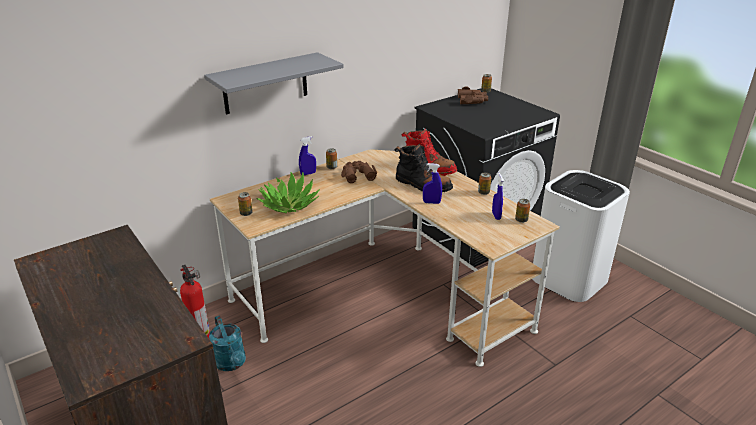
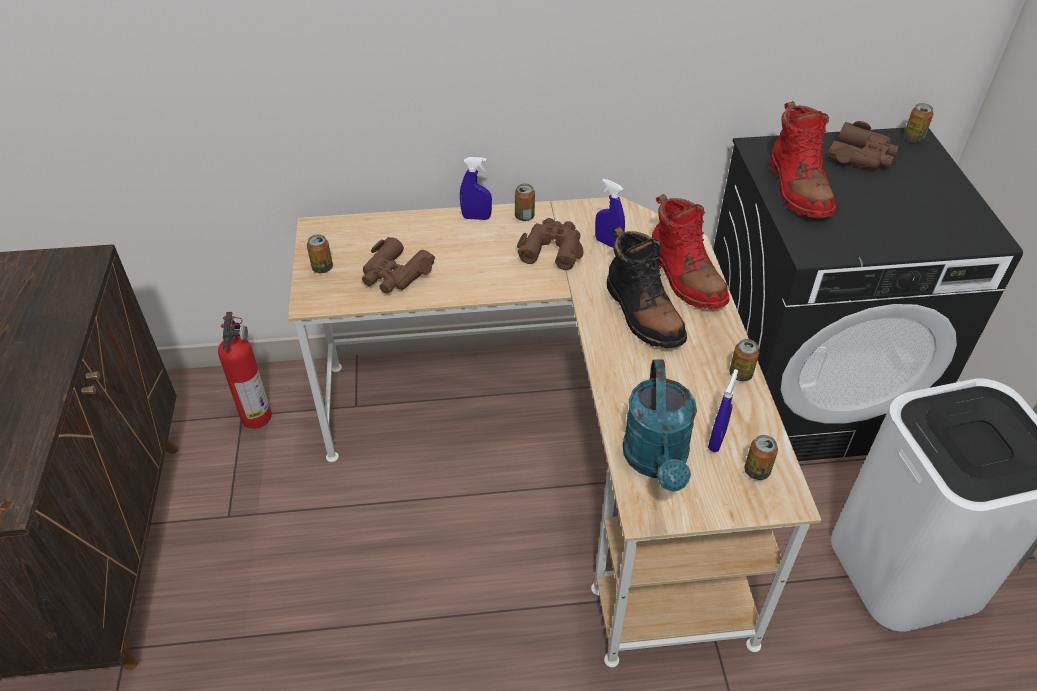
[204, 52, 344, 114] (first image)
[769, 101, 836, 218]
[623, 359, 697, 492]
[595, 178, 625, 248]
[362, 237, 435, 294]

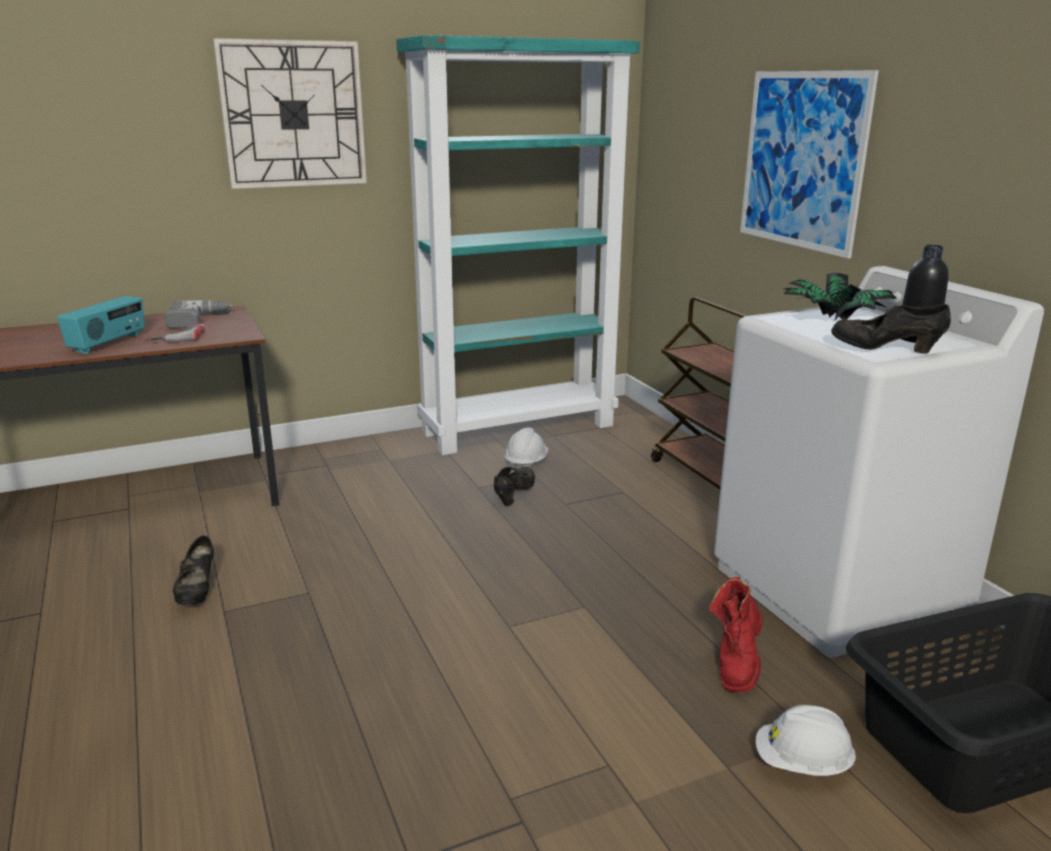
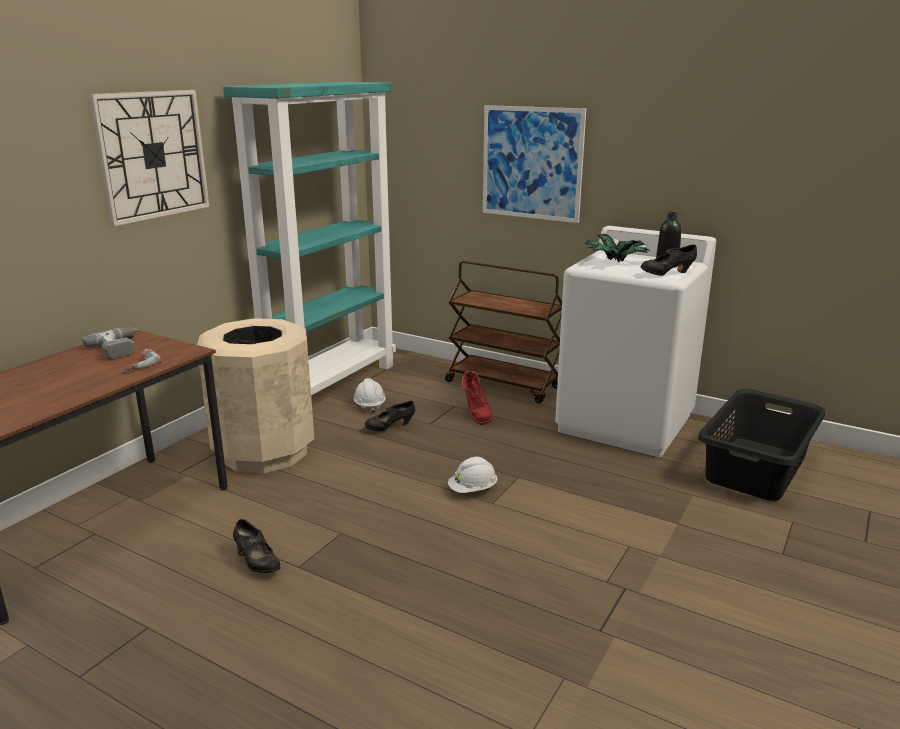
[57, 296, 145, 354] (first image)
[197, 318, 314, 473]
[461, 370, 494, 425]
[448, 457, 498, 493]
[365, 401, 415, 431]

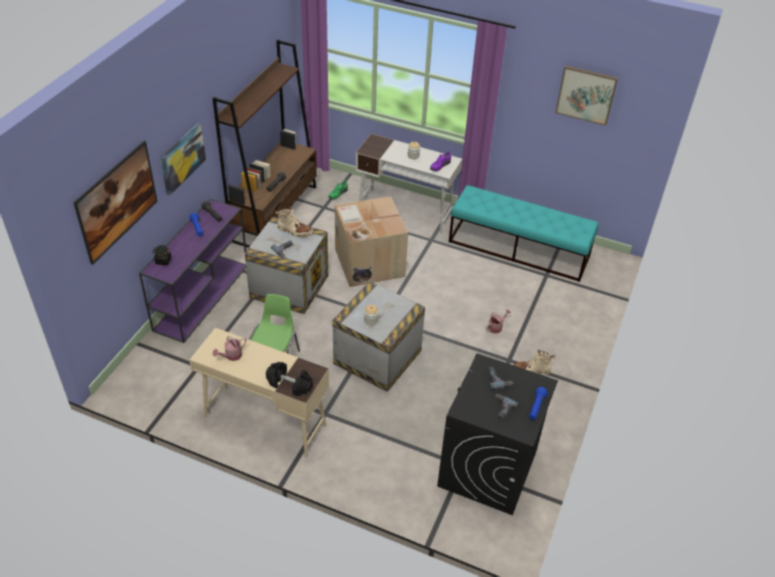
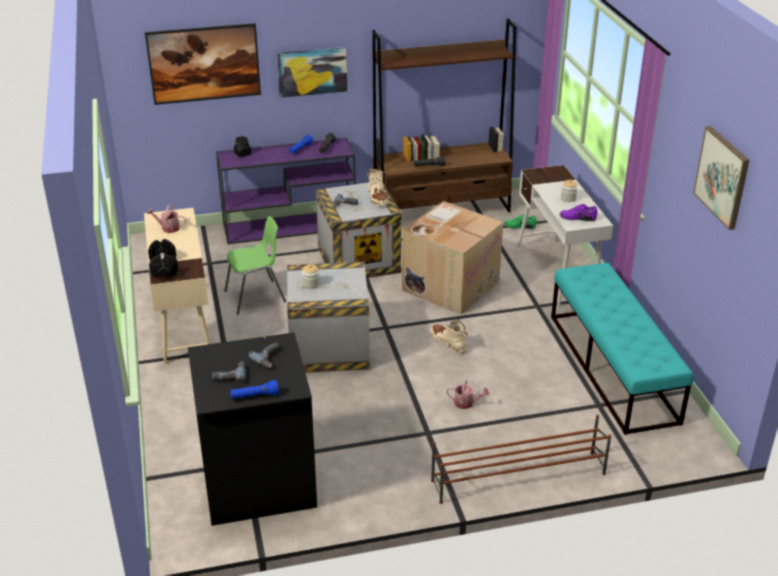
[431, 415, 611, 504]
[431, 319, 468, 354]

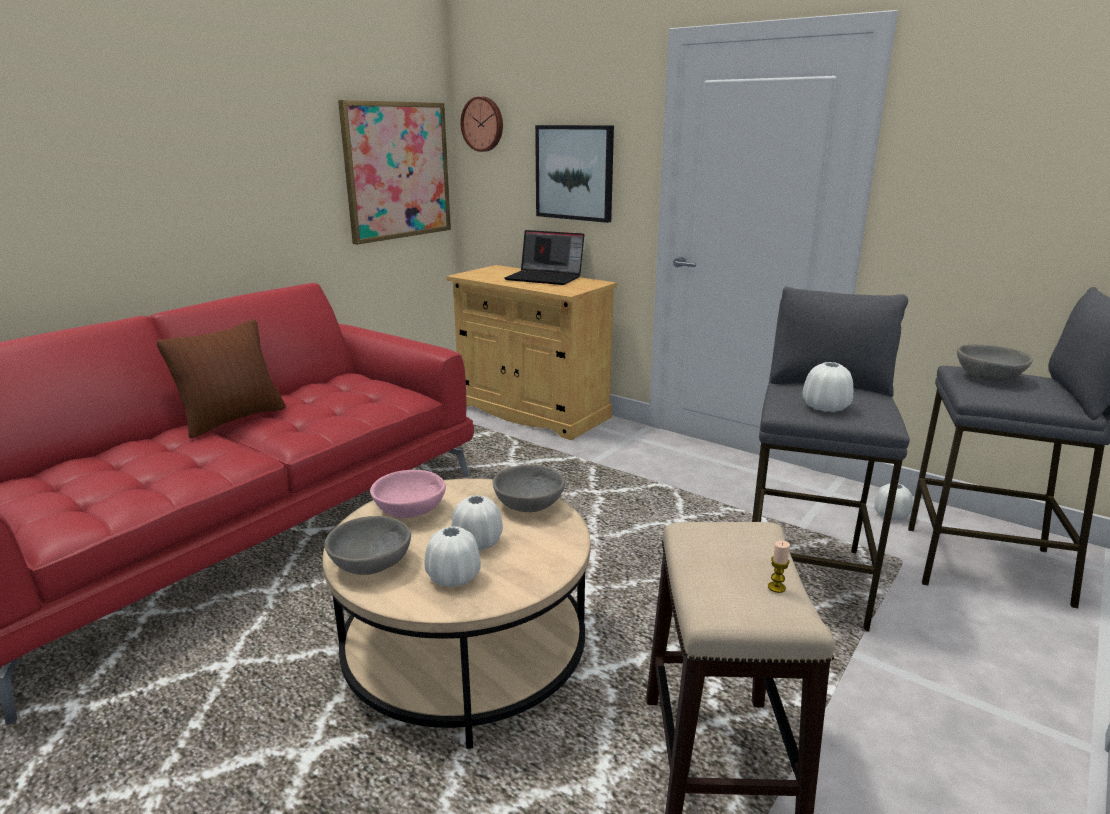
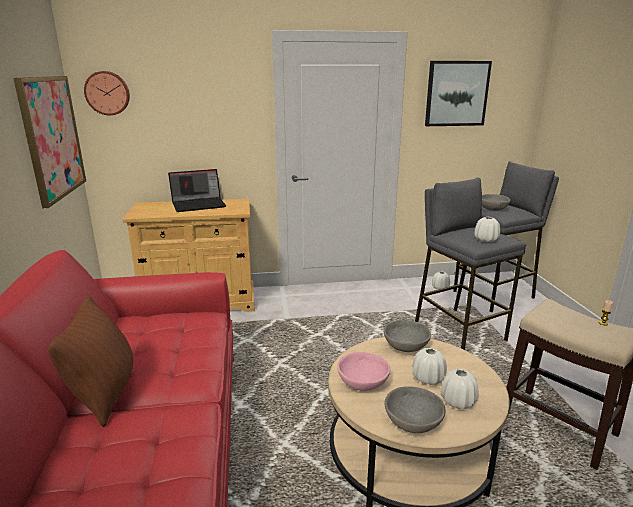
[425, 61, 492, 126]

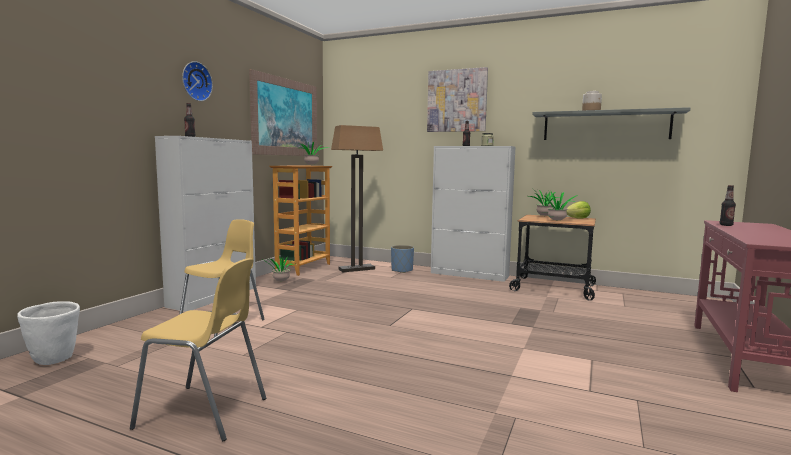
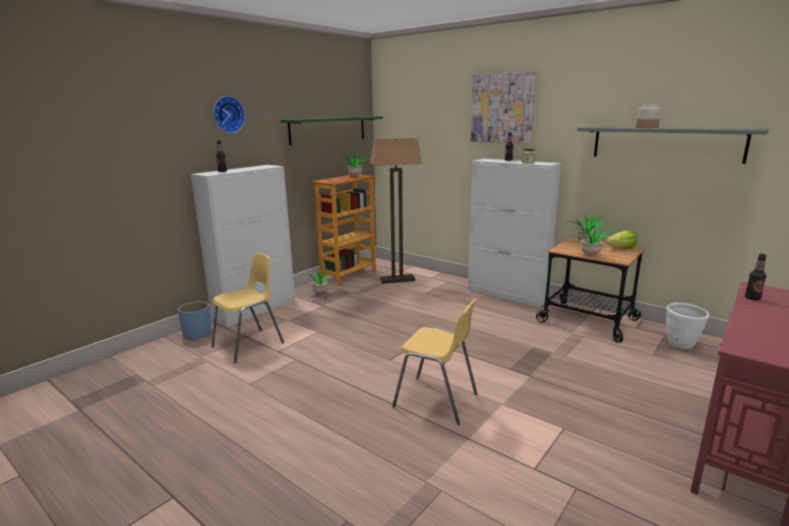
[666, 303, 709, 349]
[392, 298, 477, 425]
[178, 301, 212, 341]
[280, 116, 383, 146]

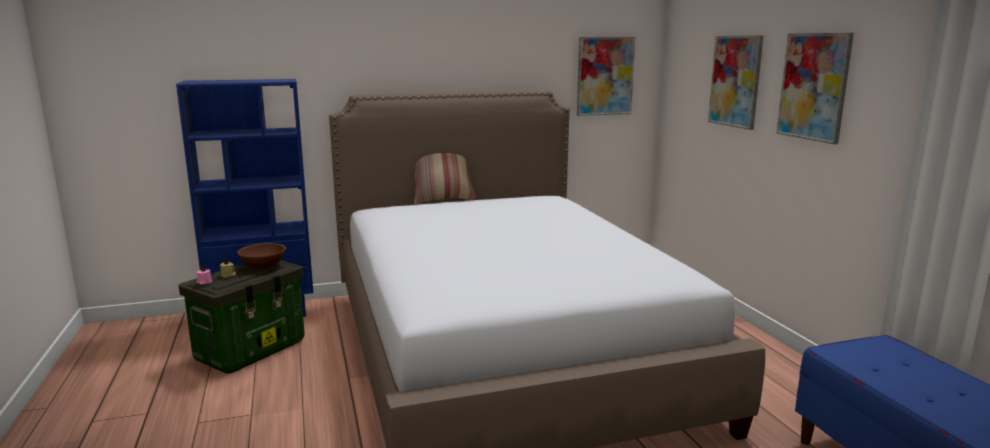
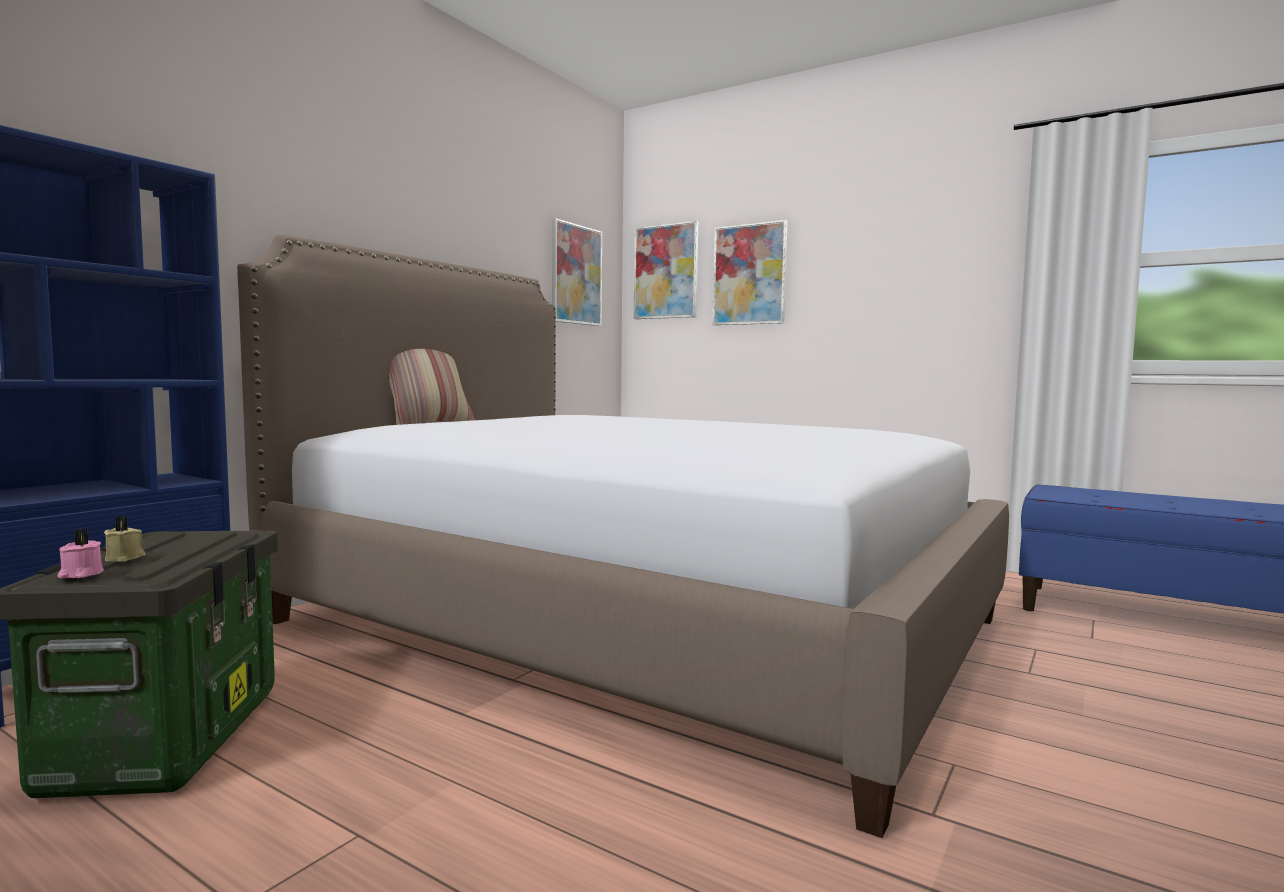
[237, 243, 286, 269] (first image)
[634, 221, 698, 319]

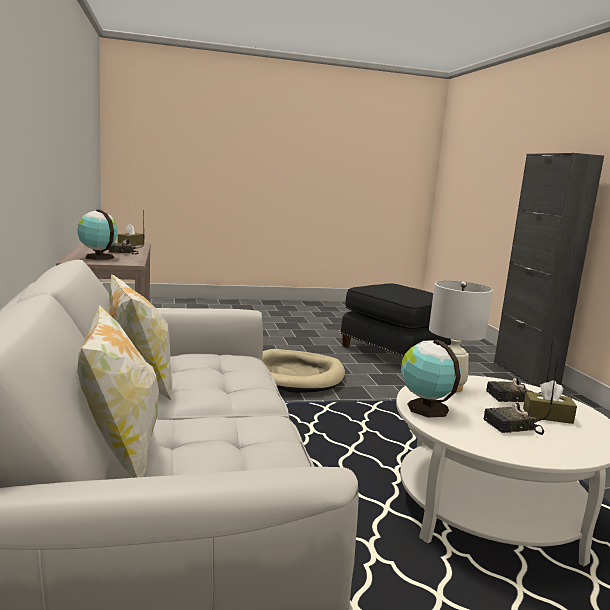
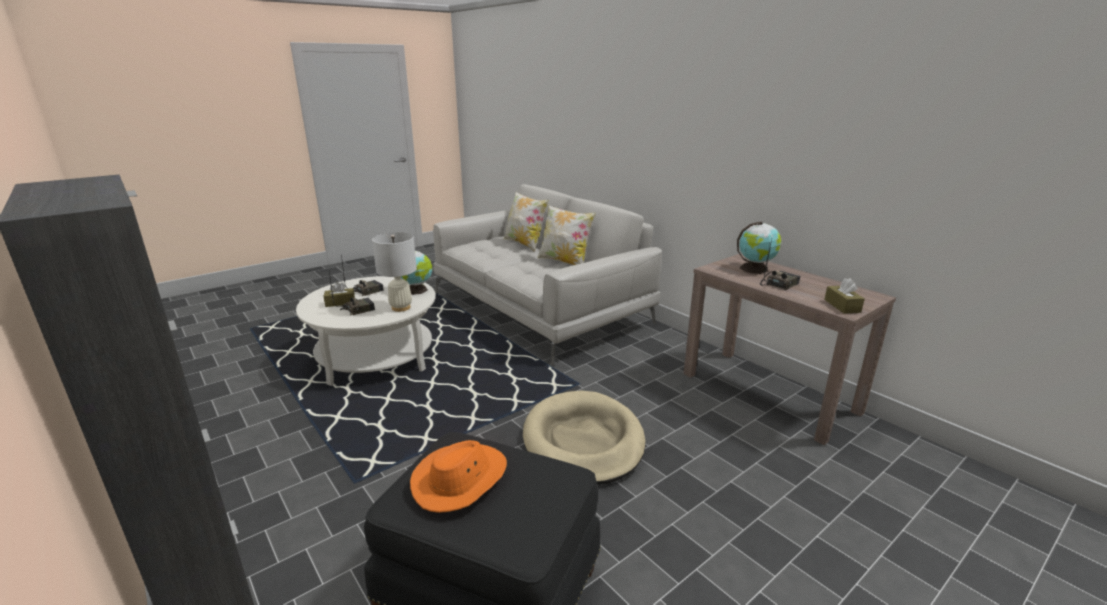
[410, 440, 507, 513]

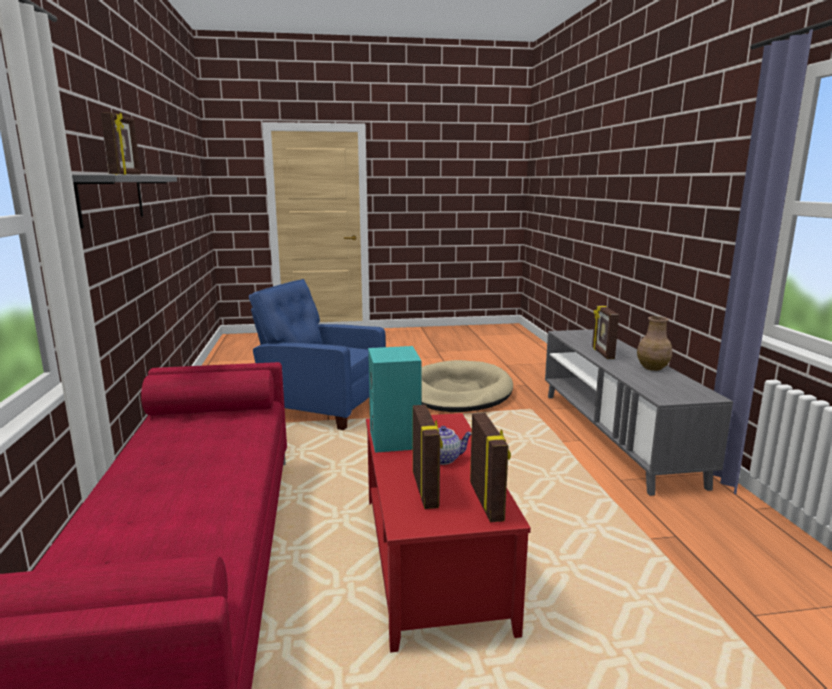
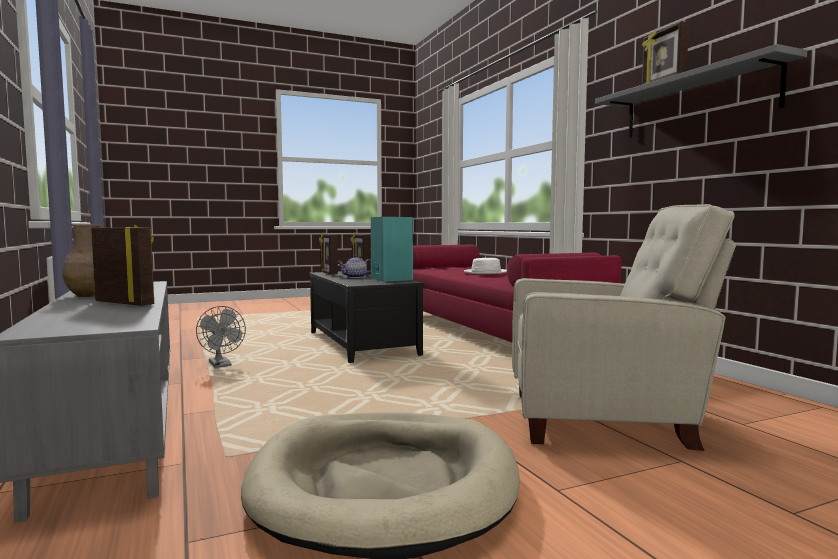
[196, 306, 246, 368]
[464, 258, 507, 274]
[512, 204, 736, 451]
[309, 271, 424, 363]
[91, 224, 154, 306]

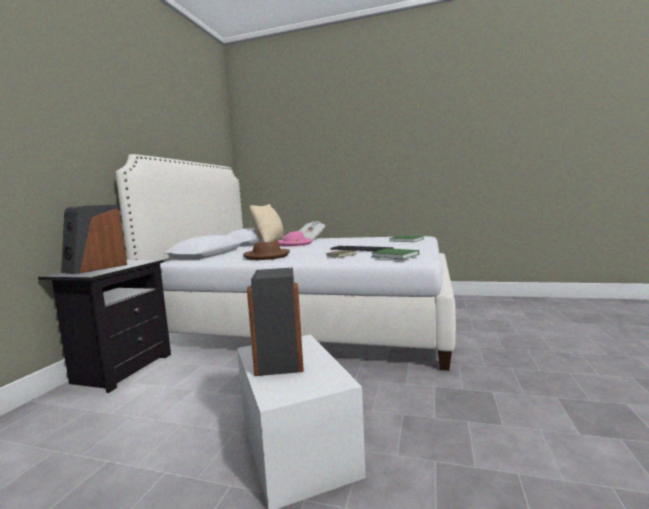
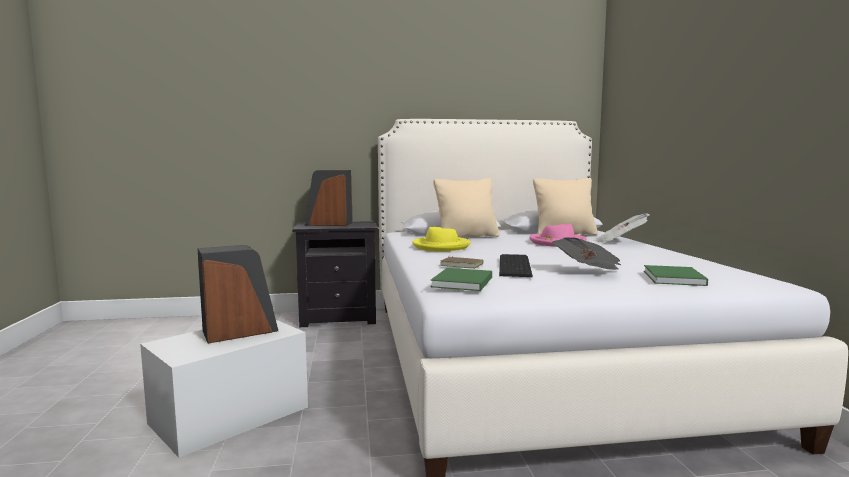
[433, 178, 500, 238]
[552, 237, 621, 270]
[412, 227, 471, 251]

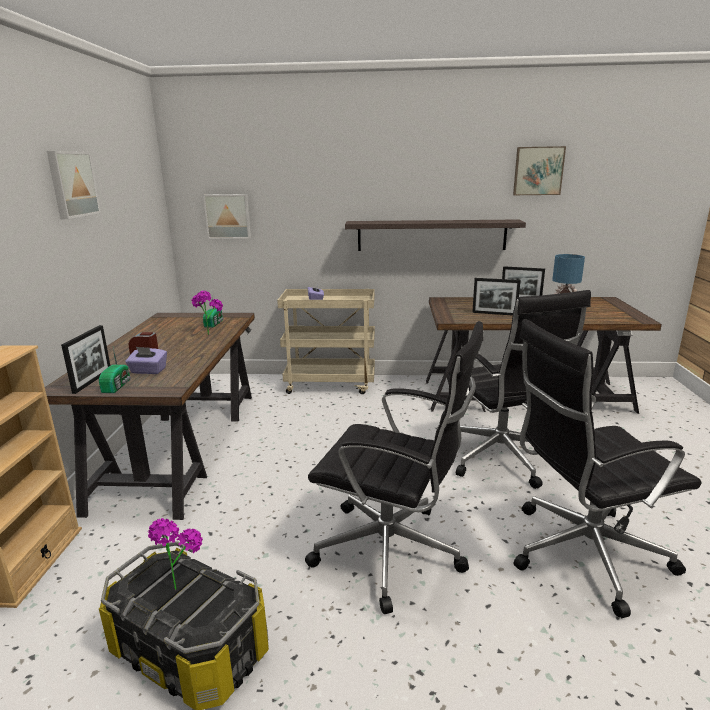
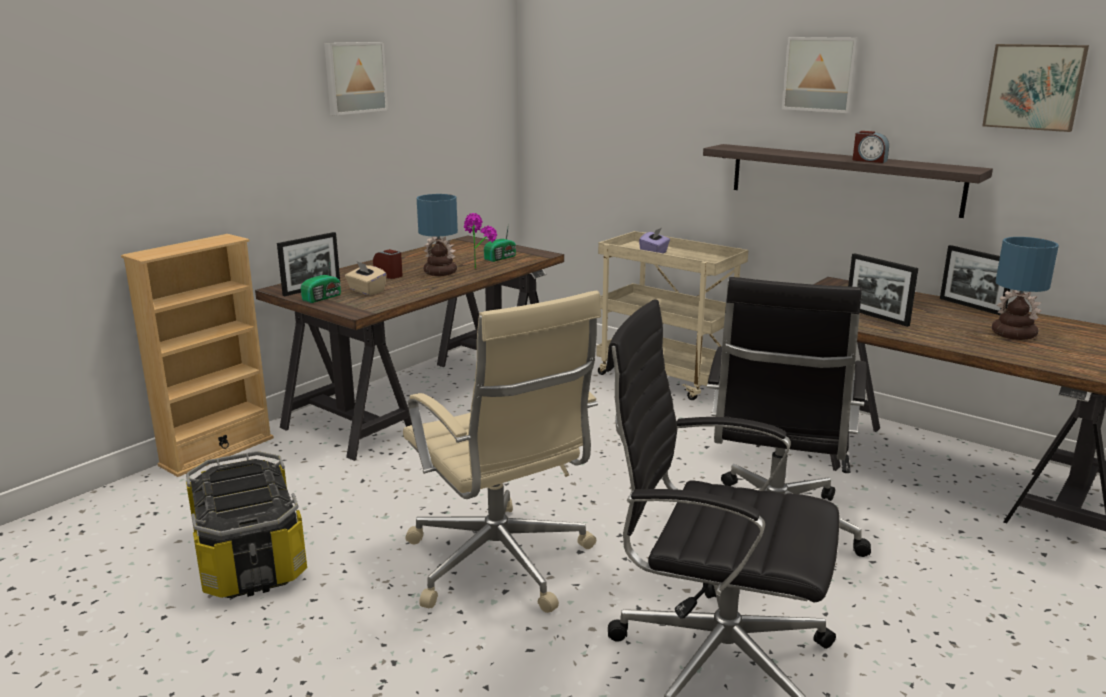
[148, 518, 203, 590] (first image)
[417, 194, 458, 276]
[853, 131, 889, 163]
[782, 37, 860, 113]
[345, 262, 387, 295]
[403, 291, 601, 613]

